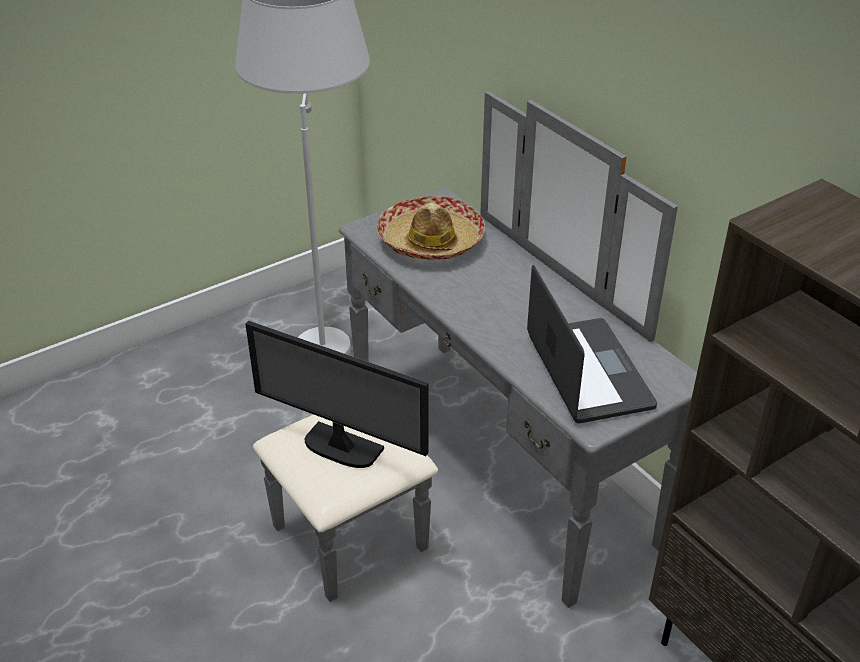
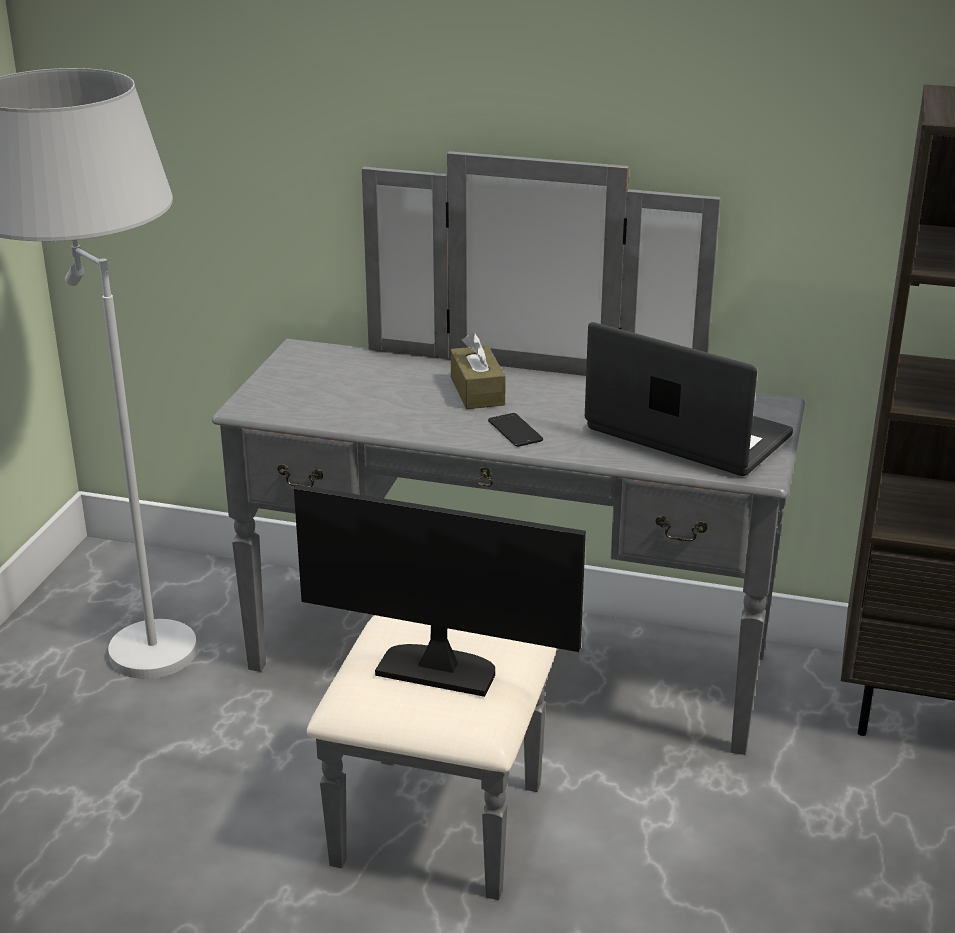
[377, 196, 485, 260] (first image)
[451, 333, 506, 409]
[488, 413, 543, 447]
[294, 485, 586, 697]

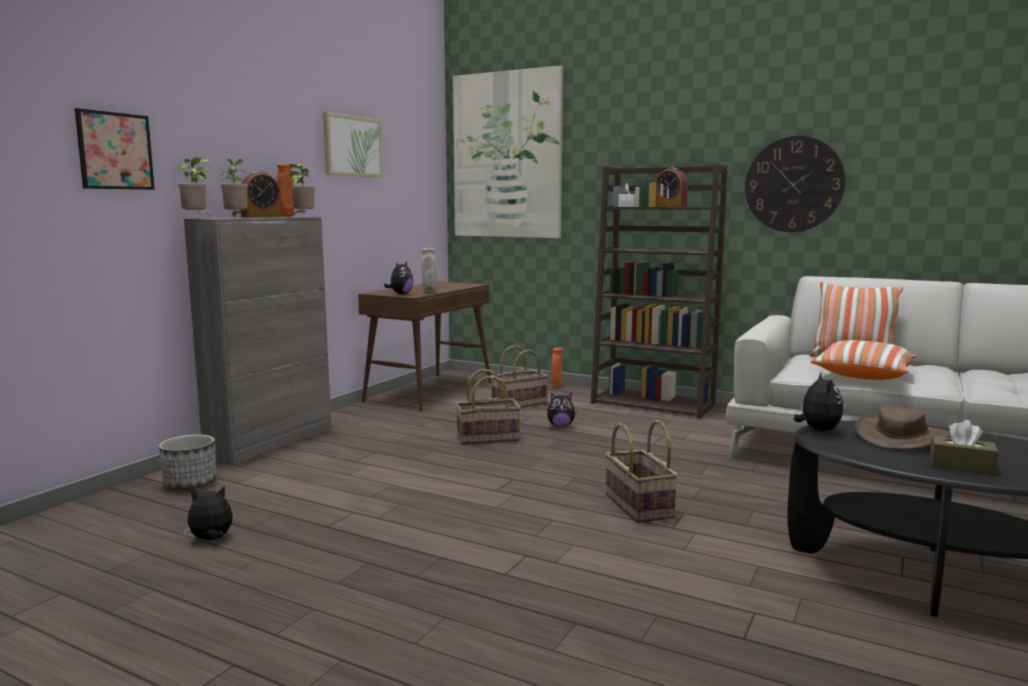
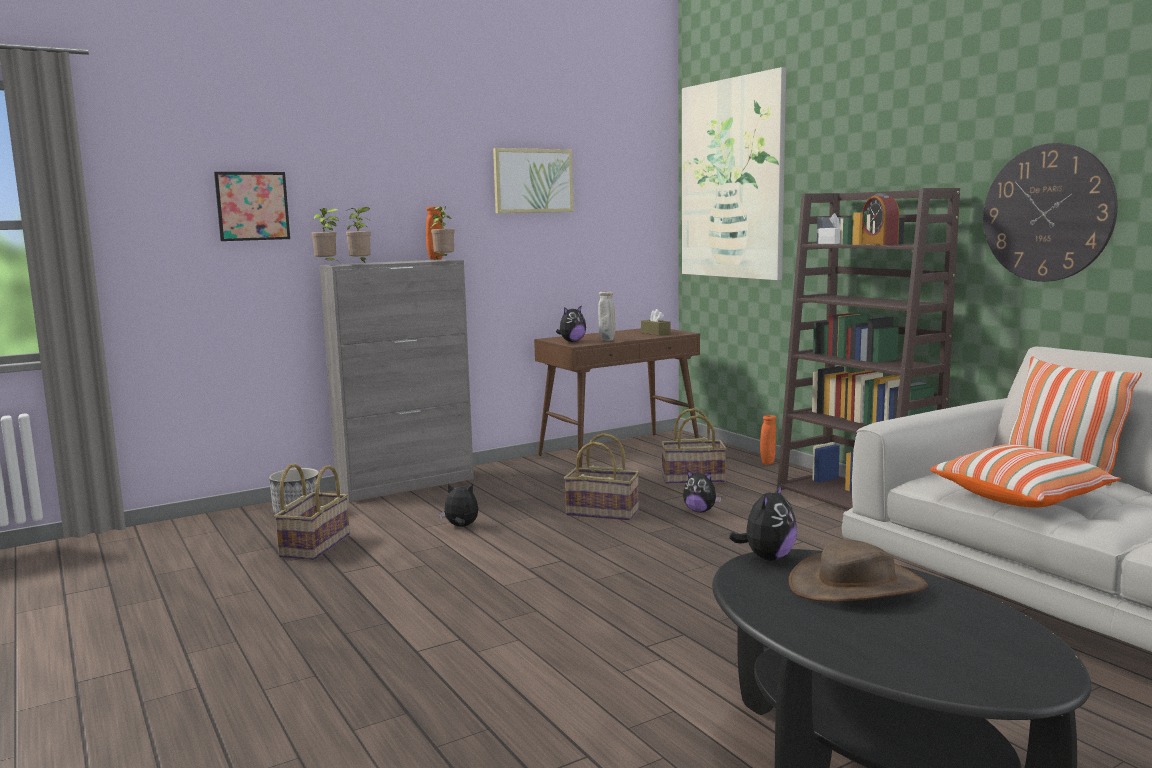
[241, 171, 281, 218] (first image)
[439, 484, 478, 527]
[274, 463, 350, 560]
[641, 309, 671, 336]

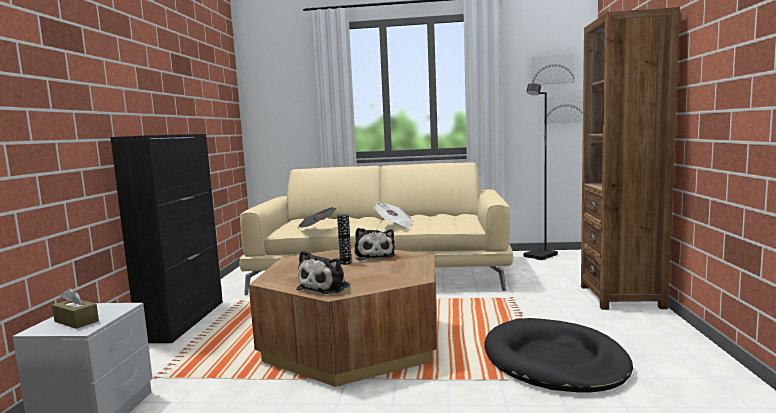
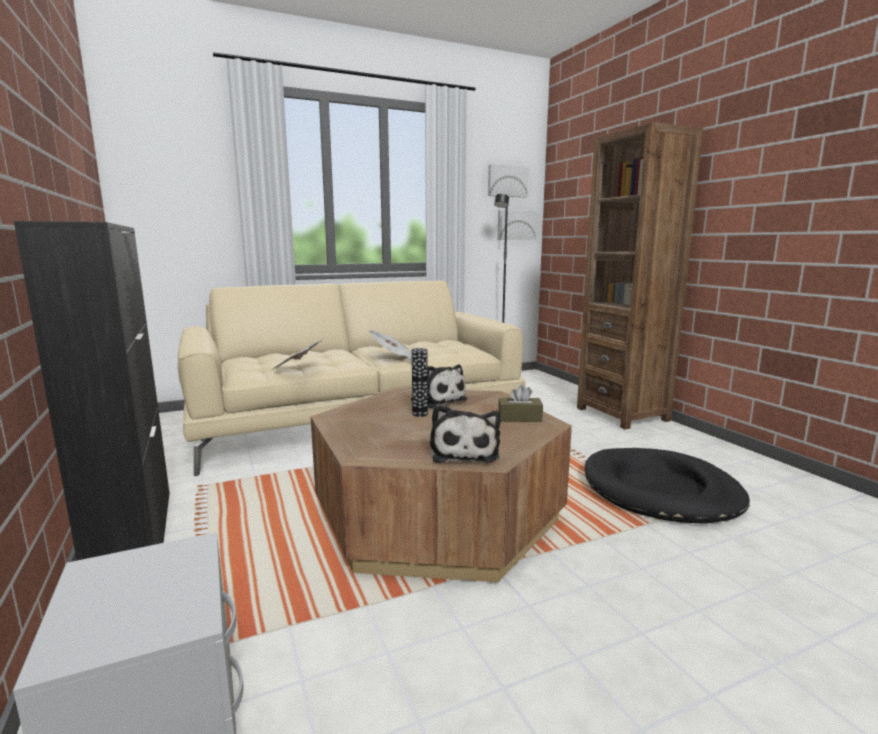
[498, 385, 543, 422]

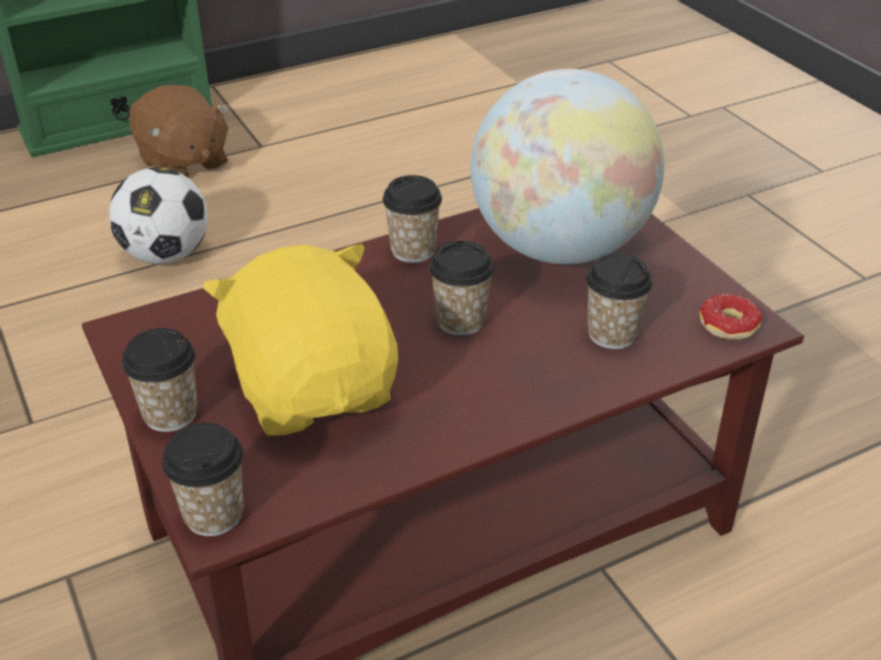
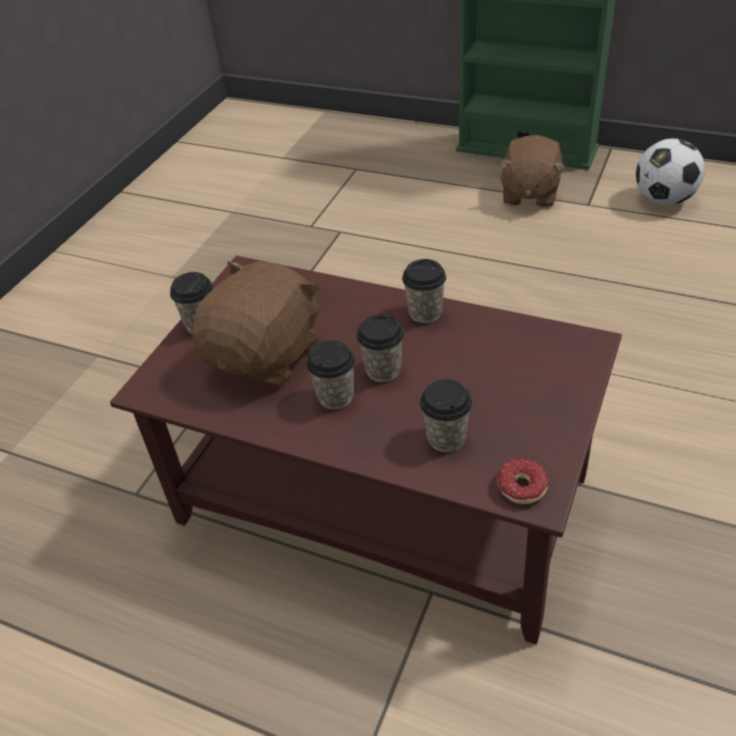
[470, 69, 664, 264] (first image)
[636, 139, 705, 205]
[306, 340, 355, 410]
[192, 261, 321, 386]

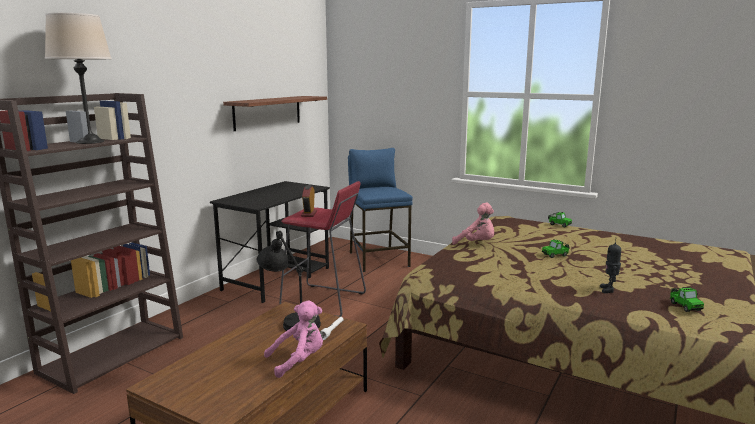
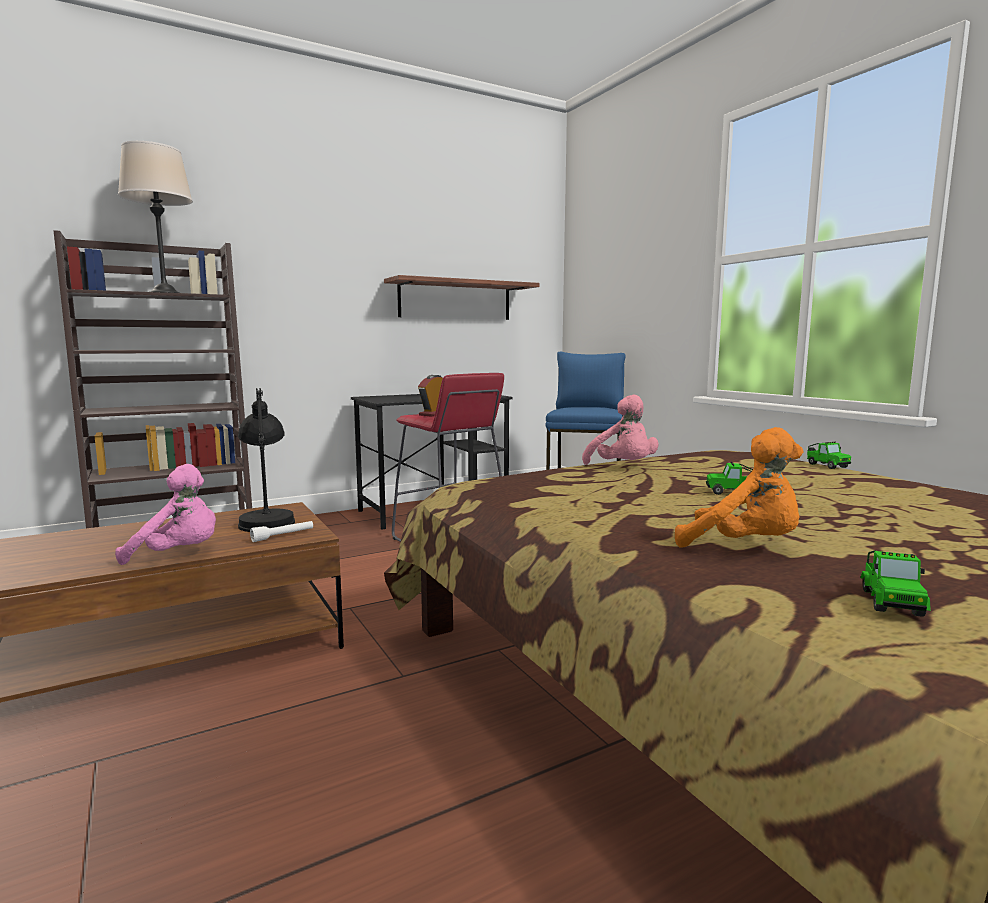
[675, 427, 803, 548]

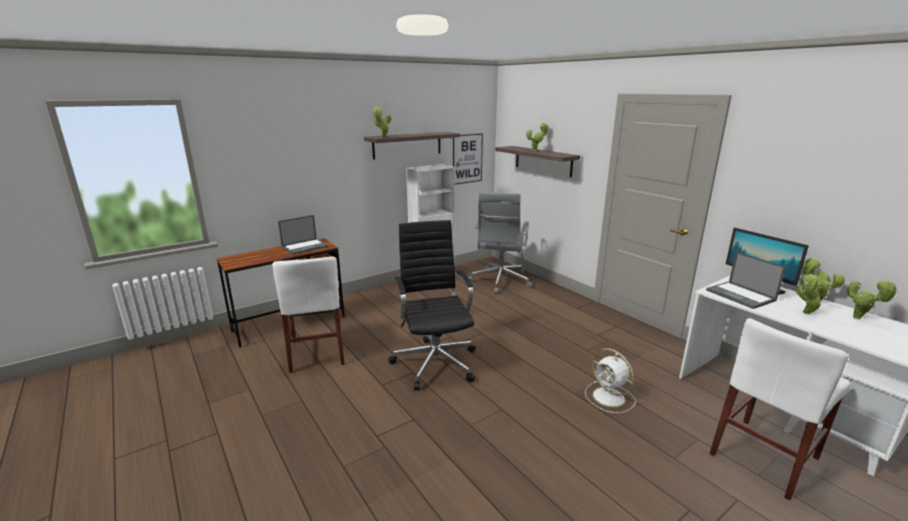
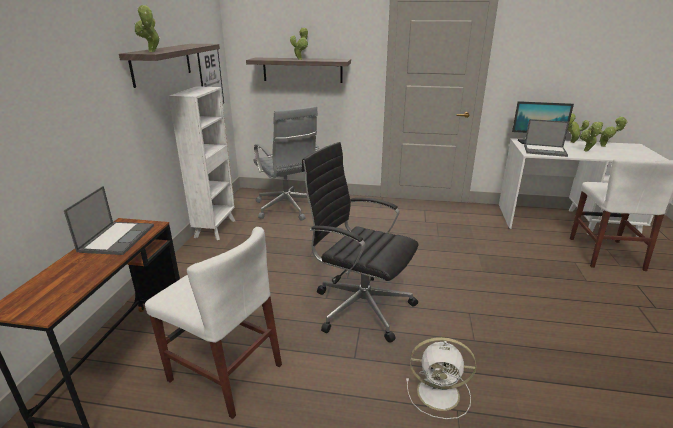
[406, 337, 476, 419]

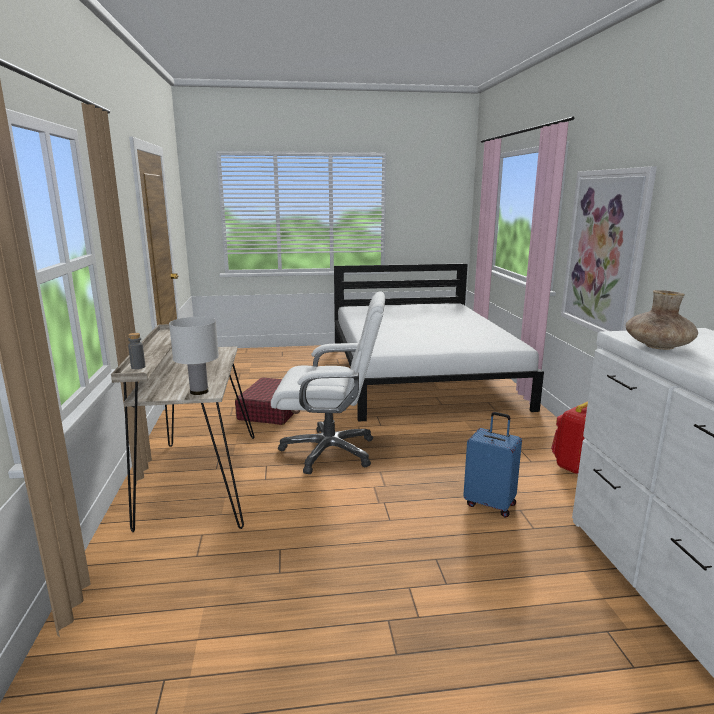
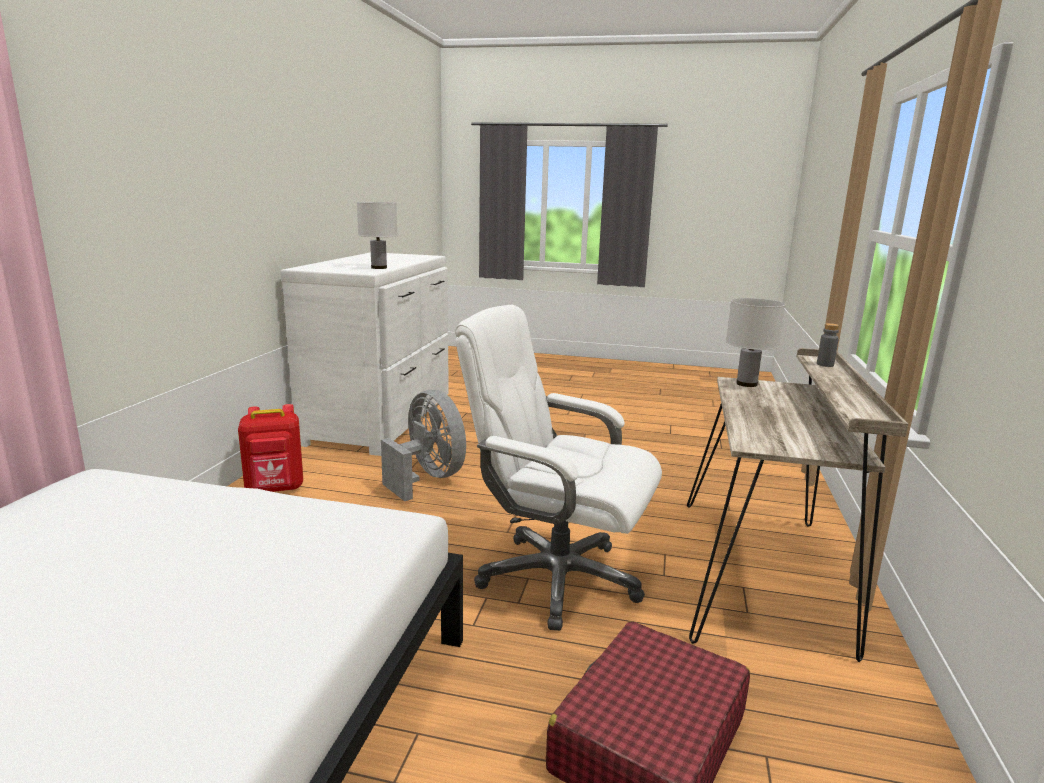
[561, 166, 657, 333] (first image)
[381, 390, 466, 501]
[357, 202, 398, 269]

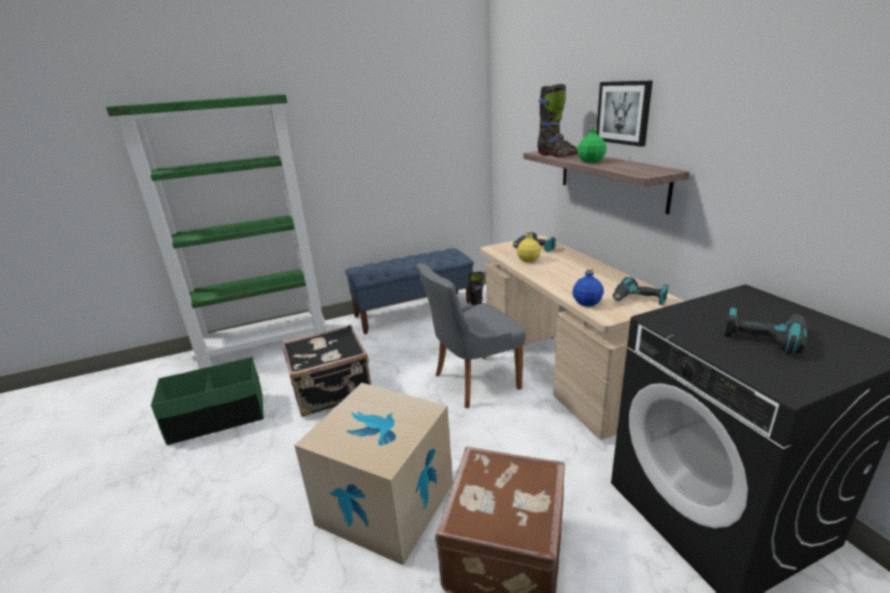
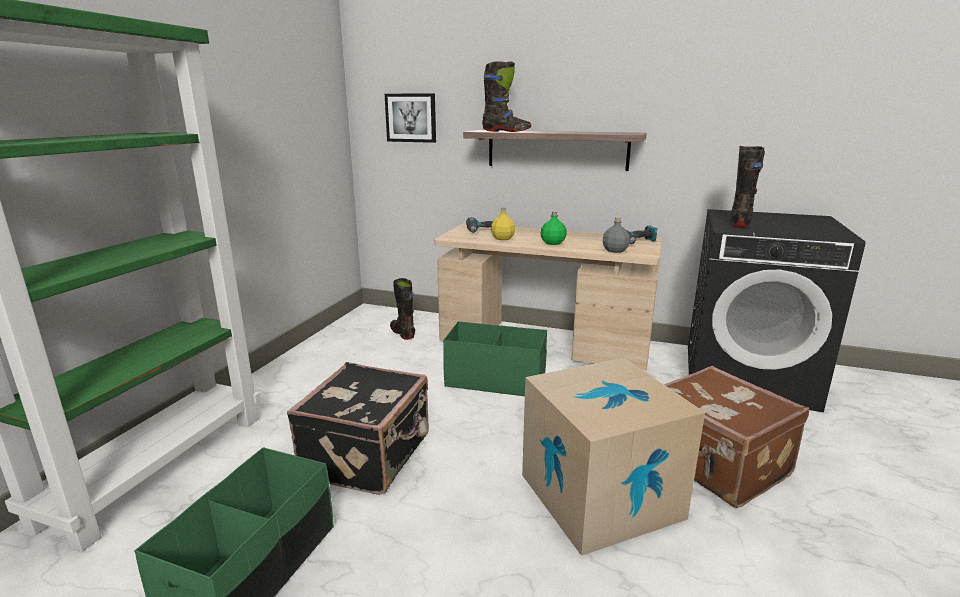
[345, 248, 474, 334] (first image)
[725, 307, 808, 354] (first image)
[730, 146, 765, 228]
[540, 211, 567, 245]
[385, 93, 436, 143]
[443, 321, 547, 396]
[603, 217, 630, 253]

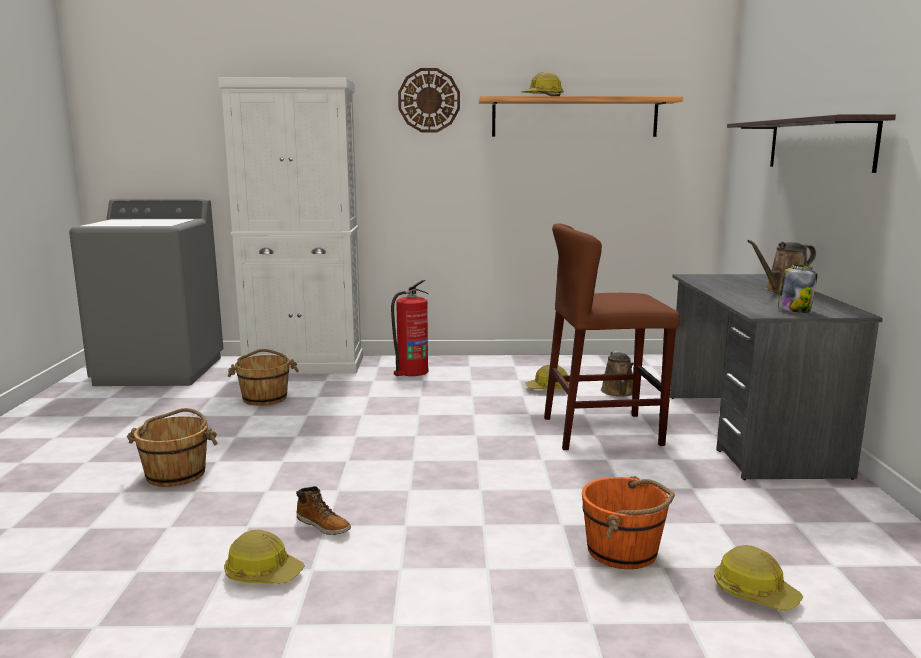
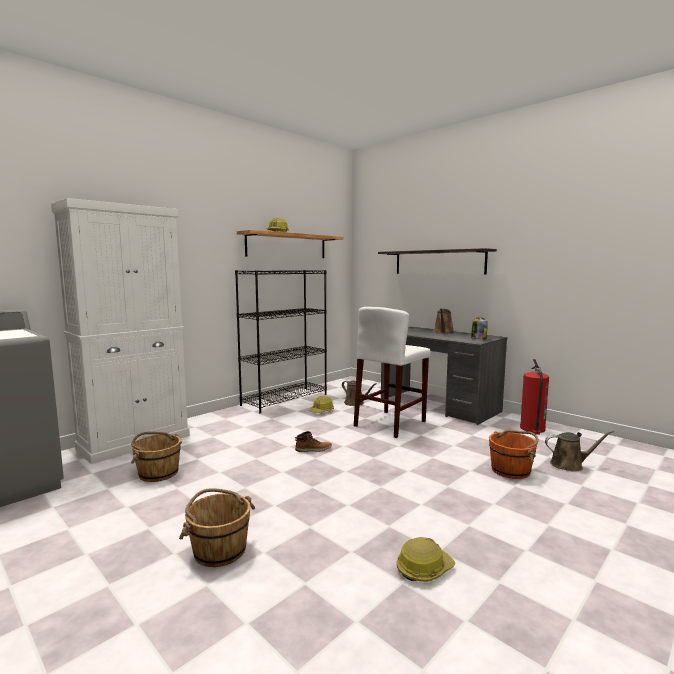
[398, 68, 460, 132] (first image)
[235, 270, 327, 413]
[295, 431, 332, 452]
[520, 359, 549, 435]
[545, 430, 614, 472]
[354, 307, 431, 438]

